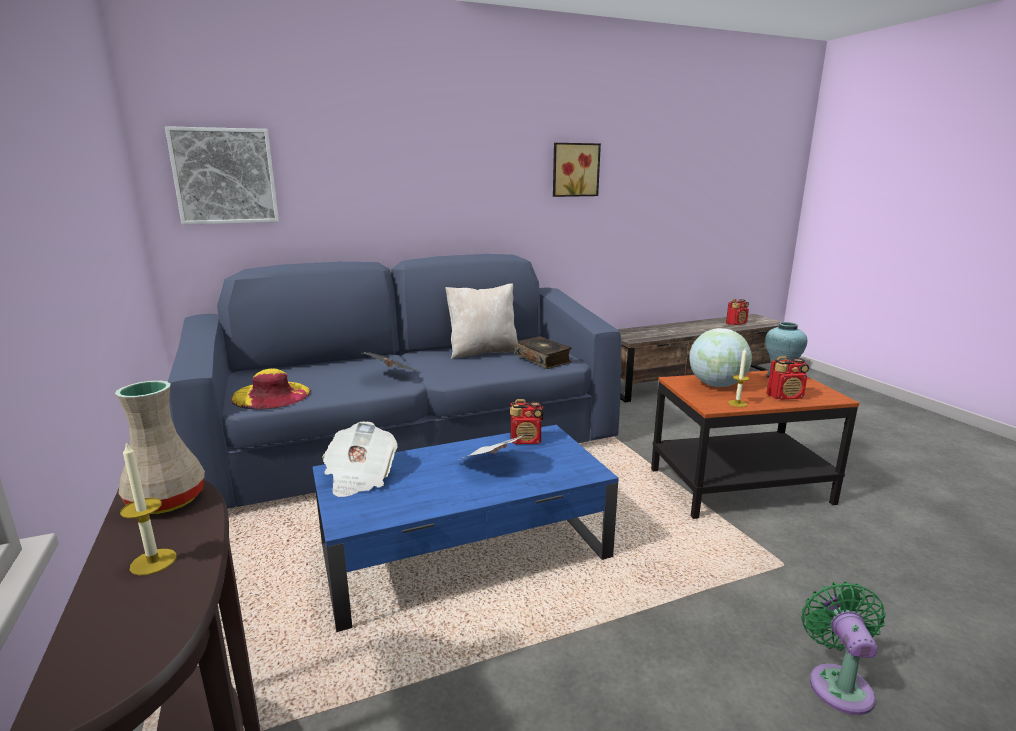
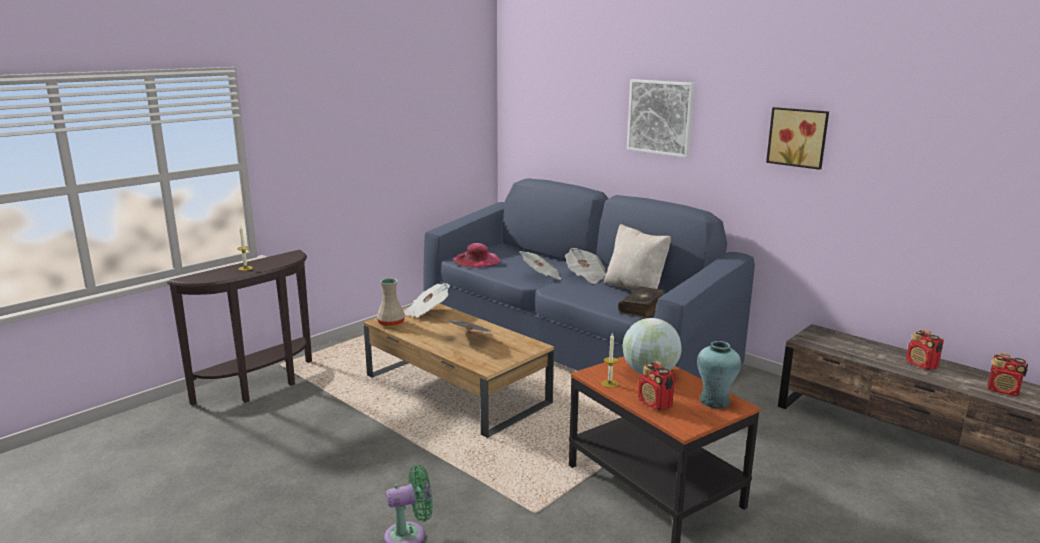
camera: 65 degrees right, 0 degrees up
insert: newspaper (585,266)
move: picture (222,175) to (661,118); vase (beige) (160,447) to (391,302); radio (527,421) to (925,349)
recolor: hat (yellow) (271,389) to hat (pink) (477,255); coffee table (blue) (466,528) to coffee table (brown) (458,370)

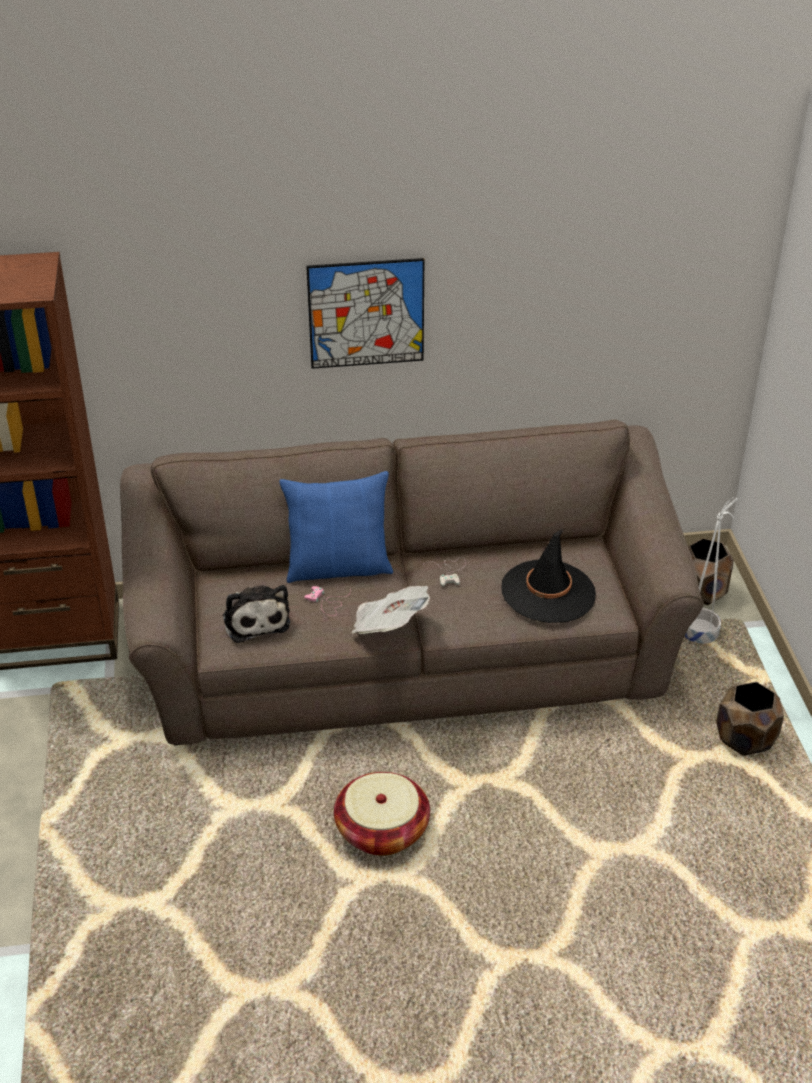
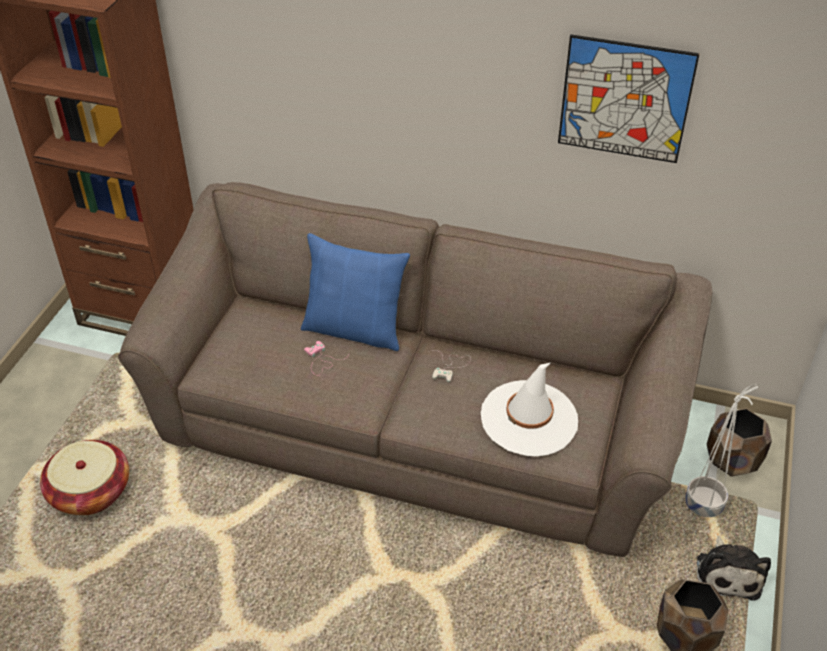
camera: 25 degrees right, 5 degrees up
delete: newspaper (391,610)
move: picture (365,313) to (629,98); plush toy (256,614) to (734,568); basket (382,814) to (84,477)
recolor: hat (black) (549,575) to hat (white) (529,409)

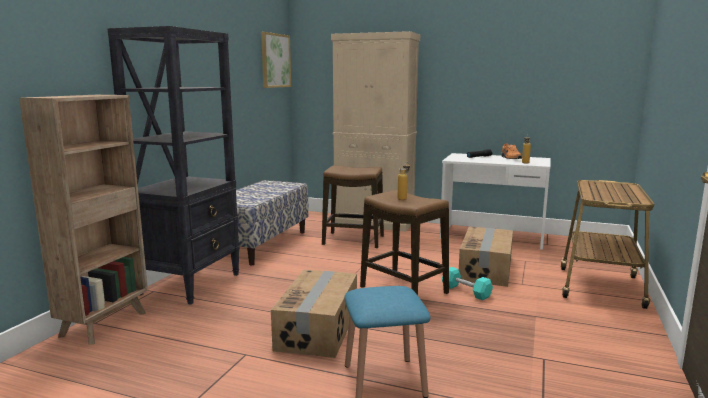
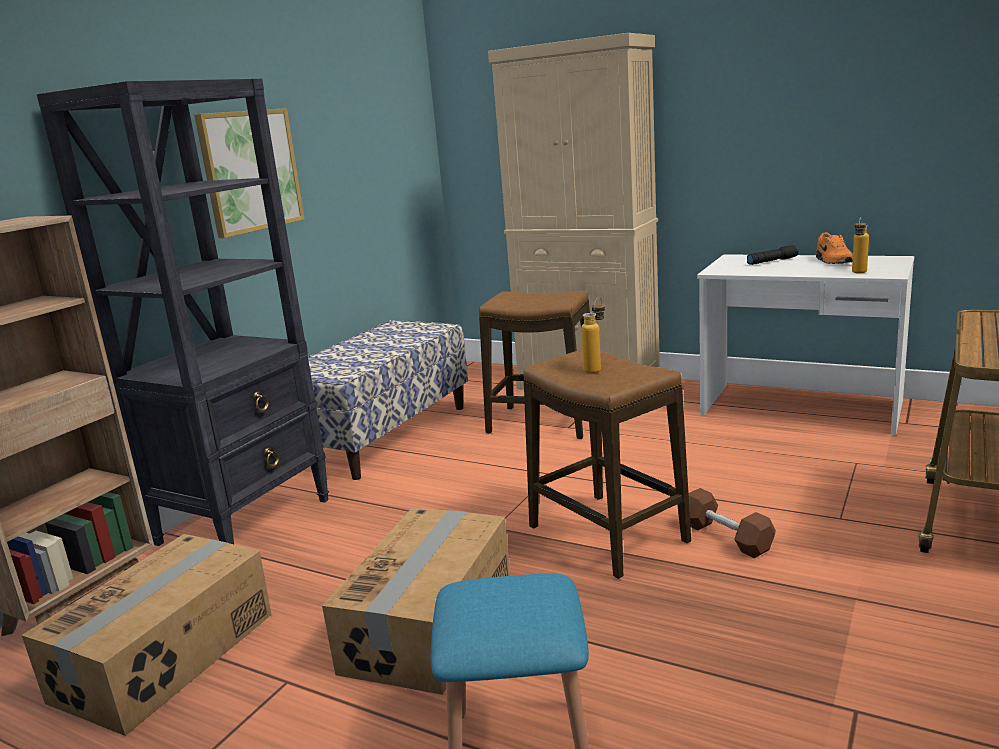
camera: 10 degrees right, 5 degrees up
move: picture (276,60) to (249,173); cardboard box (486,257) to (146,635)
recolor: dumbbell (turquoise) (467,283) to dumbbell (brown) (732,523)

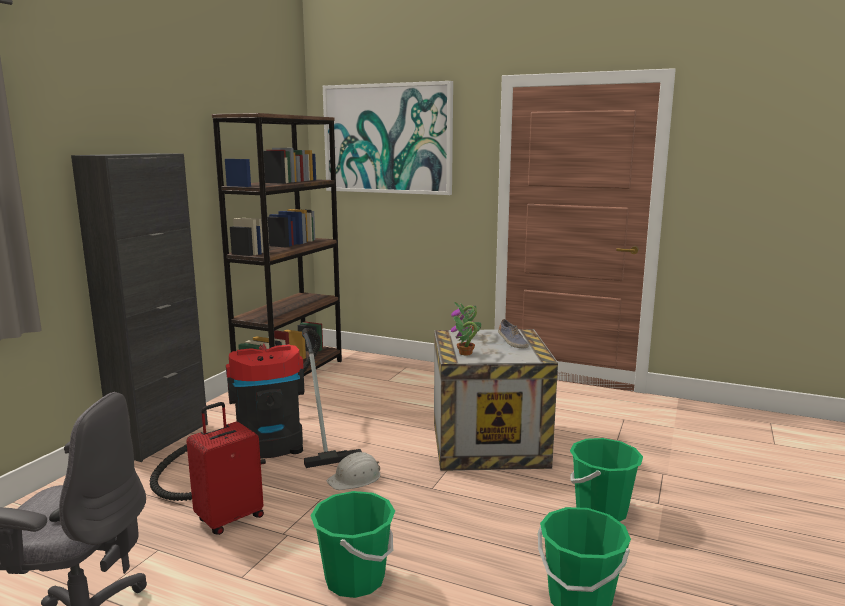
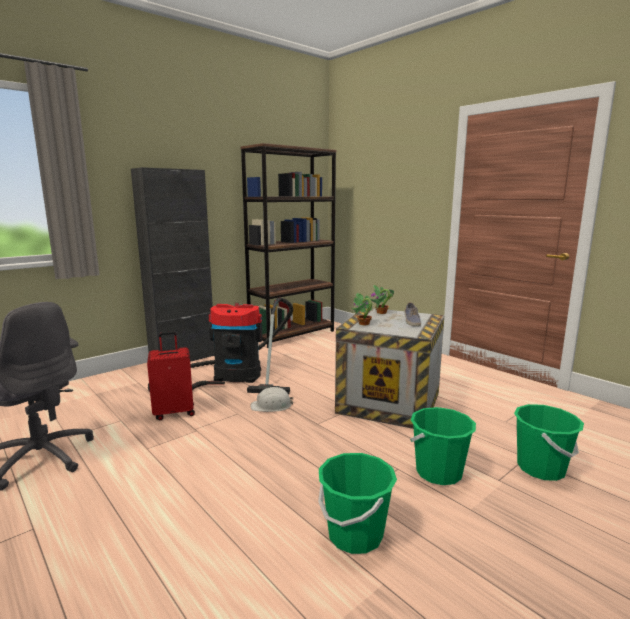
camera: 25 degrees right, 0 degrees up
delete: picture (388,138)
move: bucket (green) (352,544) to (549,442)

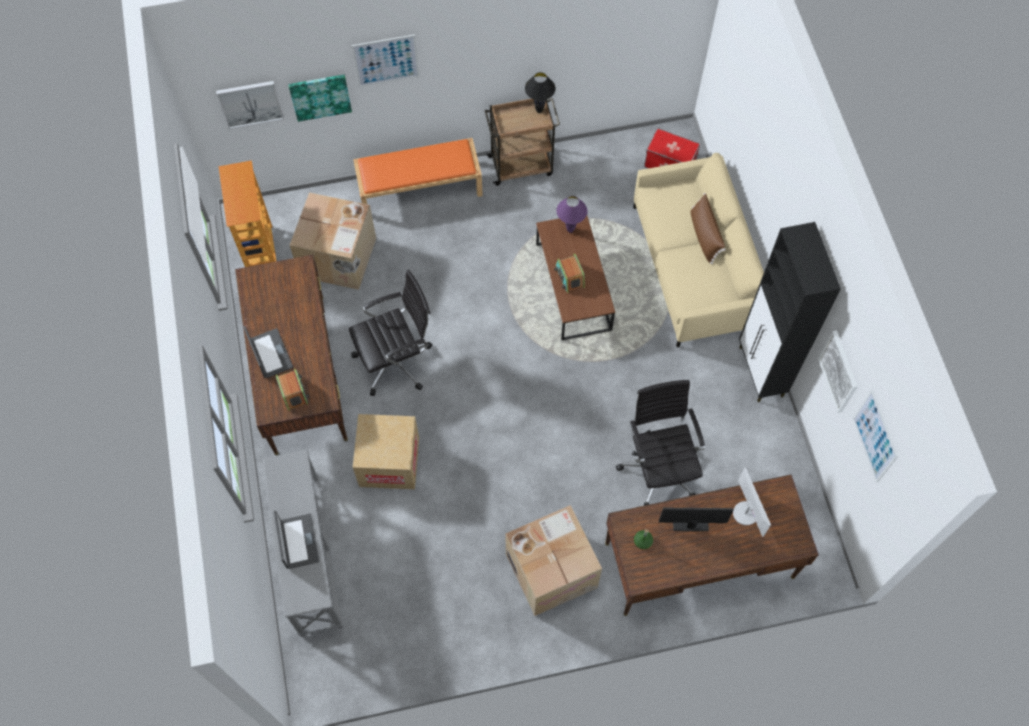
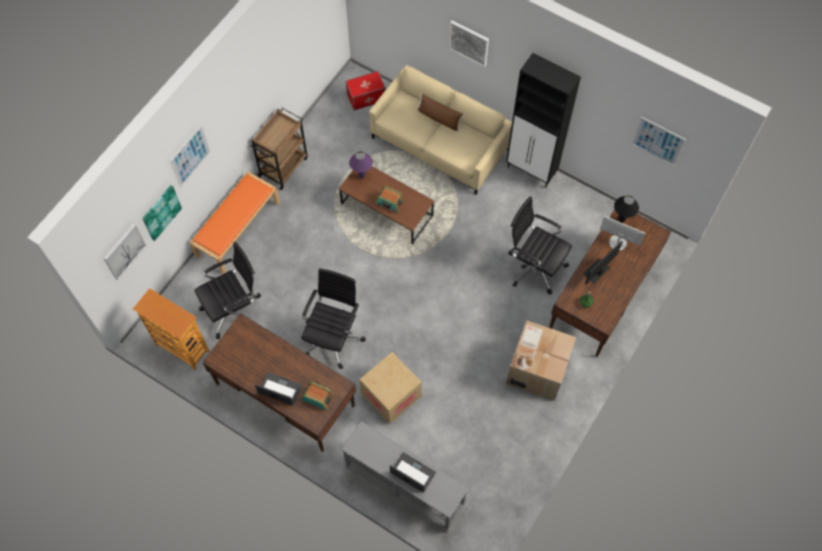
camera: 45 degrees left, 0 degrees up
move: table lamp (black) (540,92) to (626,209); picture (838,371) to (469,43)
replace: cardboard box (333,241) to office chair (black) (228,290)

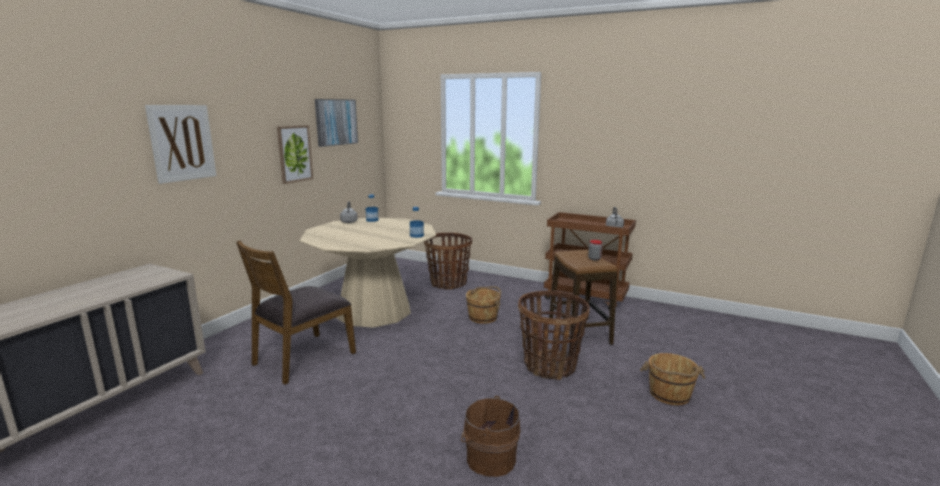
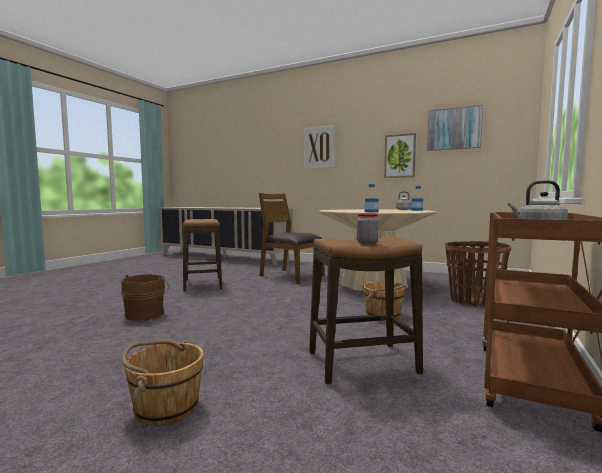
camera: 90 degrees right, 10 degrees down
delete: basket (554,335)
insert: stool (202,255)

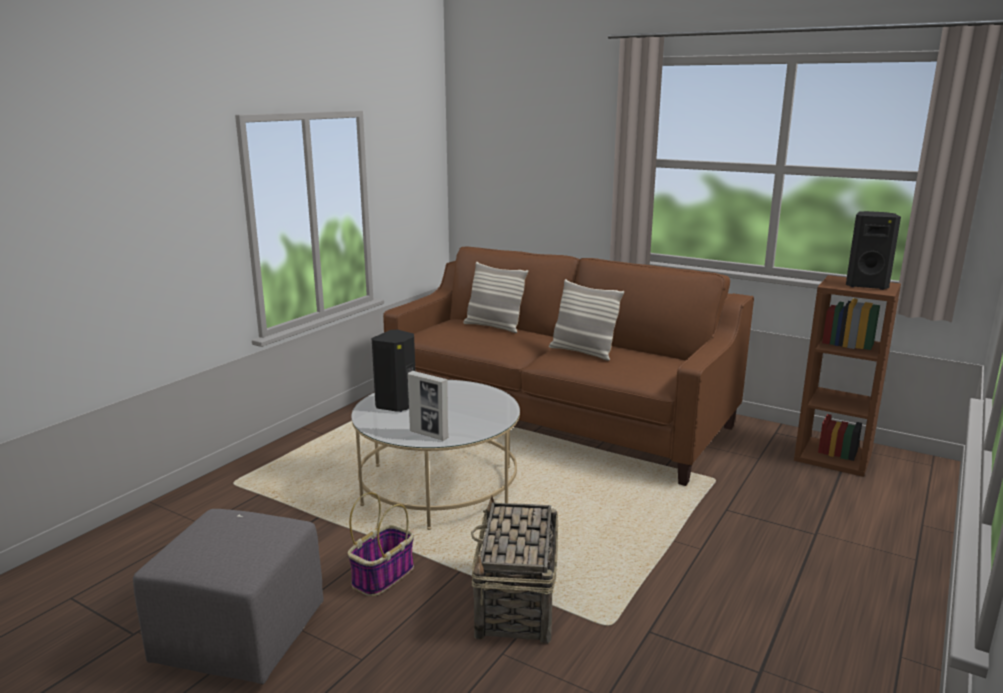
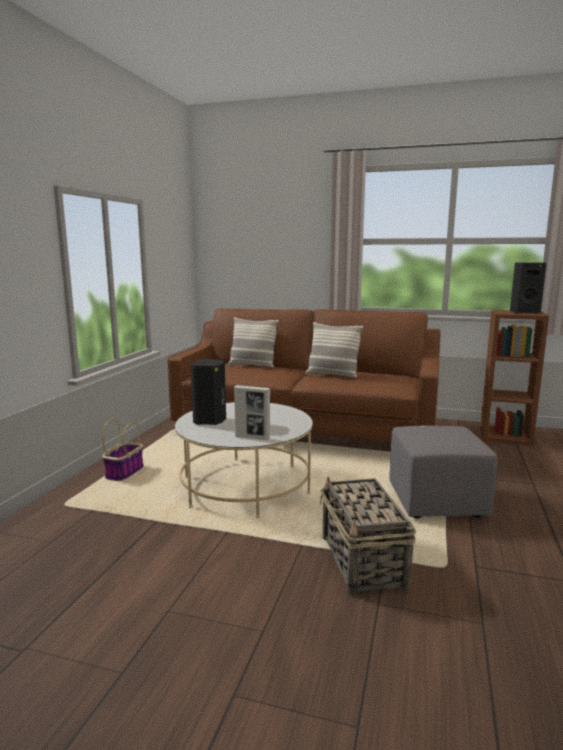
camera: 15 degrees left, 5 degrees down
move: basket (381,544) to (123,450); ottoman (grey) (228,596) to (443,472)

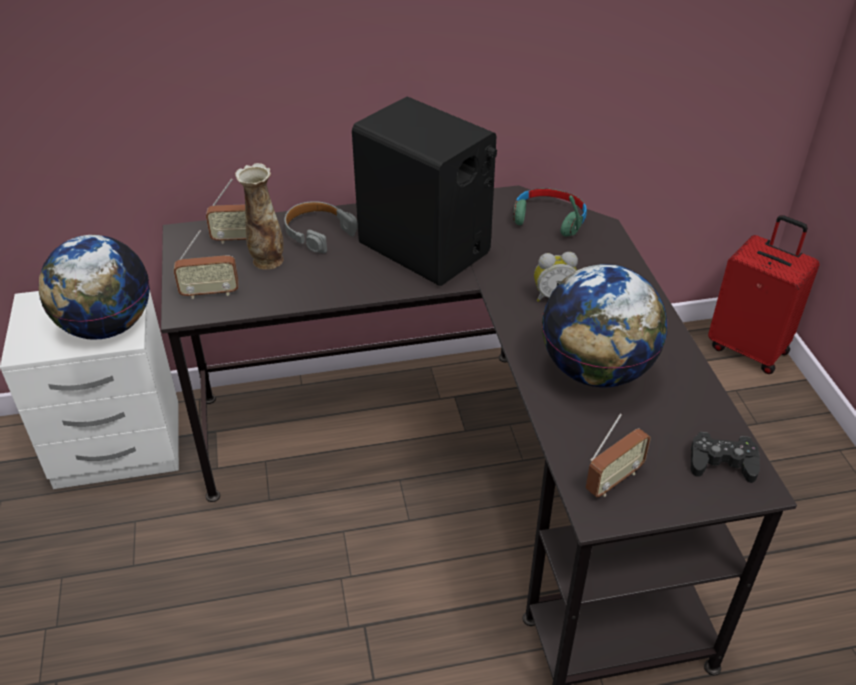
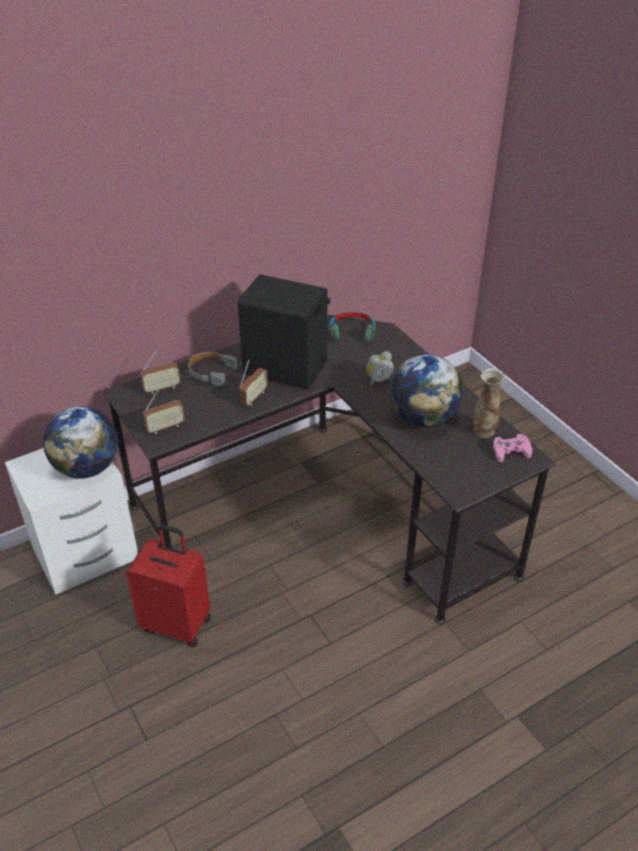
camera: 20 degrees left, 0 degrees up
move: vase (259,216) to (489,403); suitcase (red) (763,294) to (168,585); radio (618,455) to (253,383)
recolor: game controller (black) (725,457) to game controller (pink) (512,448)

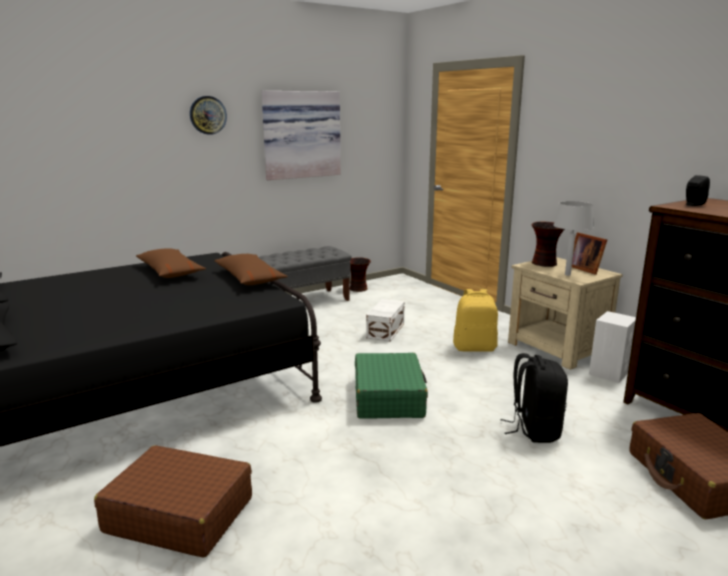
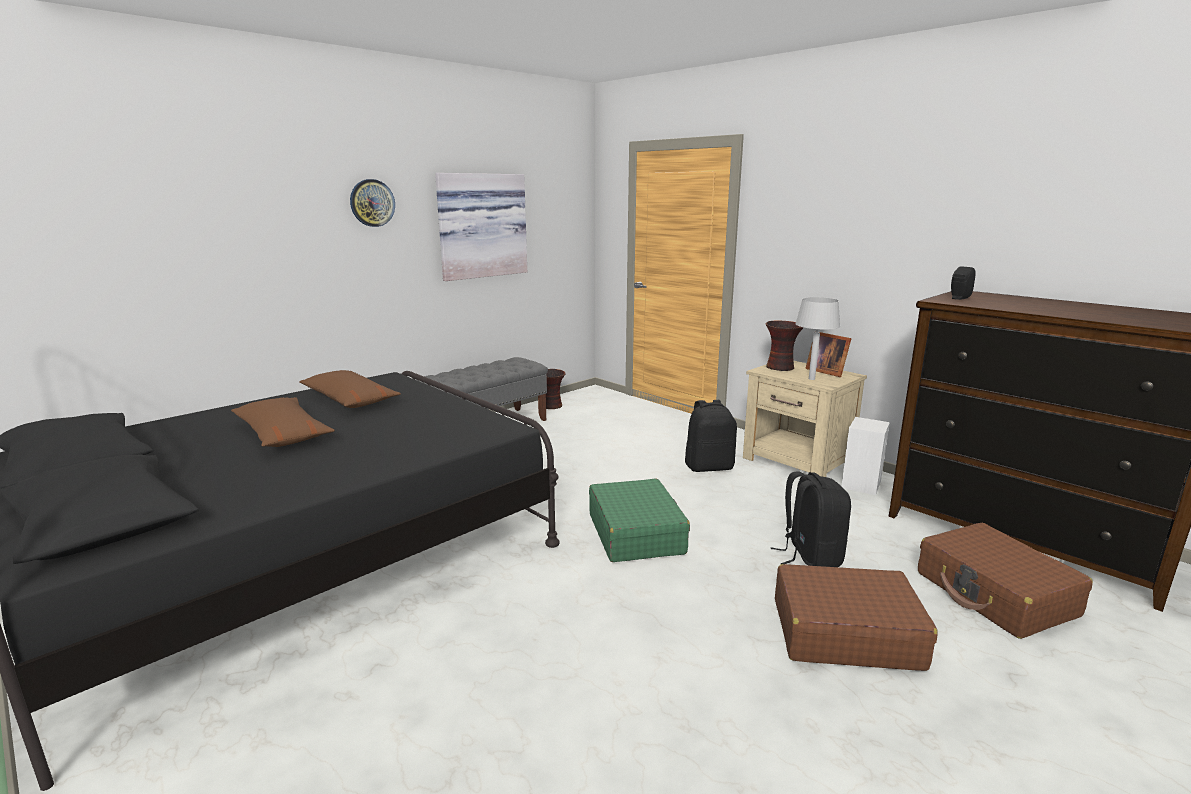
camera: 10 degrees left, 0 degrees up
delete: storage box (white) (385,320)
move: pillow (brown) (251,269) to (283,422); suitcase (brown) (173,501) to (856,617)
recolor: backpack (yellow) (475,320) to backpack (black) (711,436)

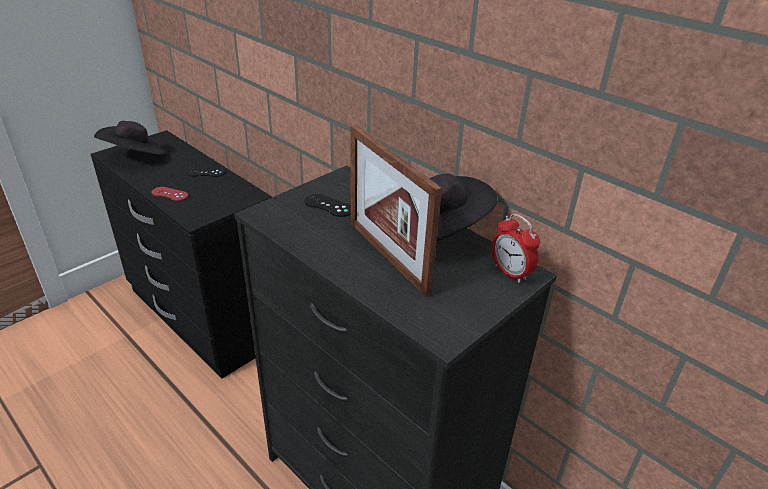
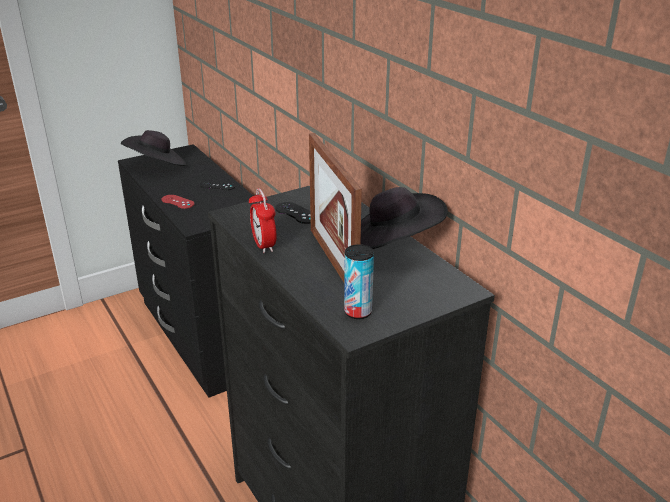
camera: 15 degrees right, 5 degrees down
insert: can (359,281)
move: alarm clock (516,248) to (263,220)

